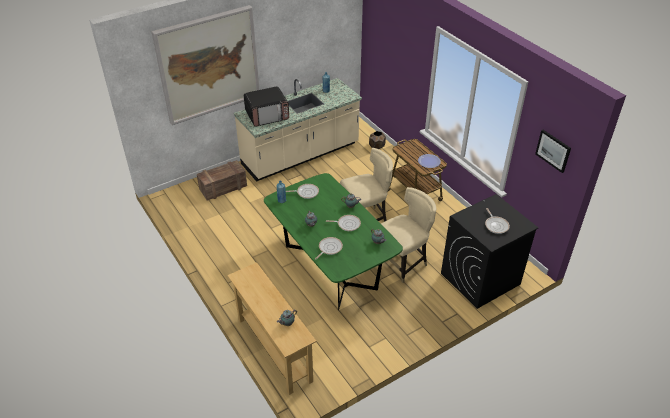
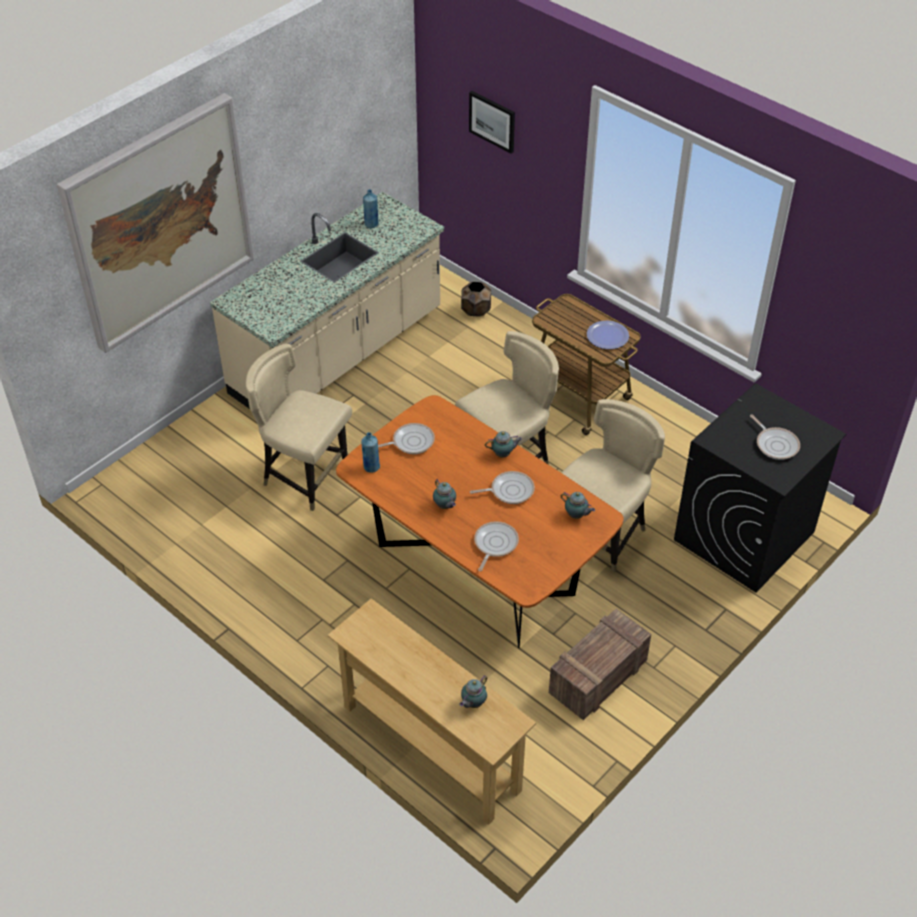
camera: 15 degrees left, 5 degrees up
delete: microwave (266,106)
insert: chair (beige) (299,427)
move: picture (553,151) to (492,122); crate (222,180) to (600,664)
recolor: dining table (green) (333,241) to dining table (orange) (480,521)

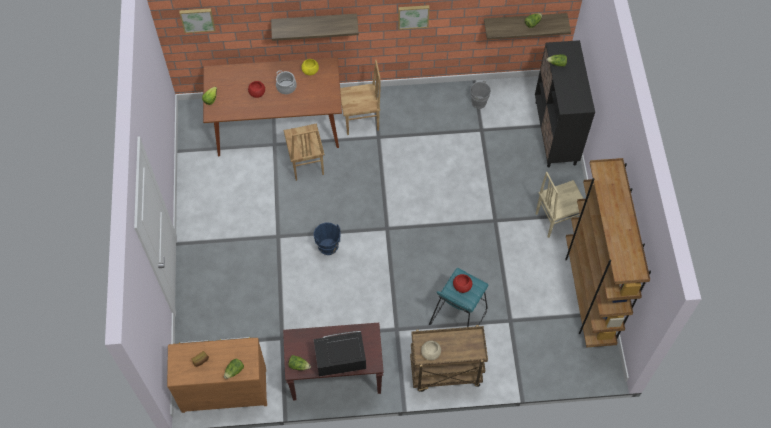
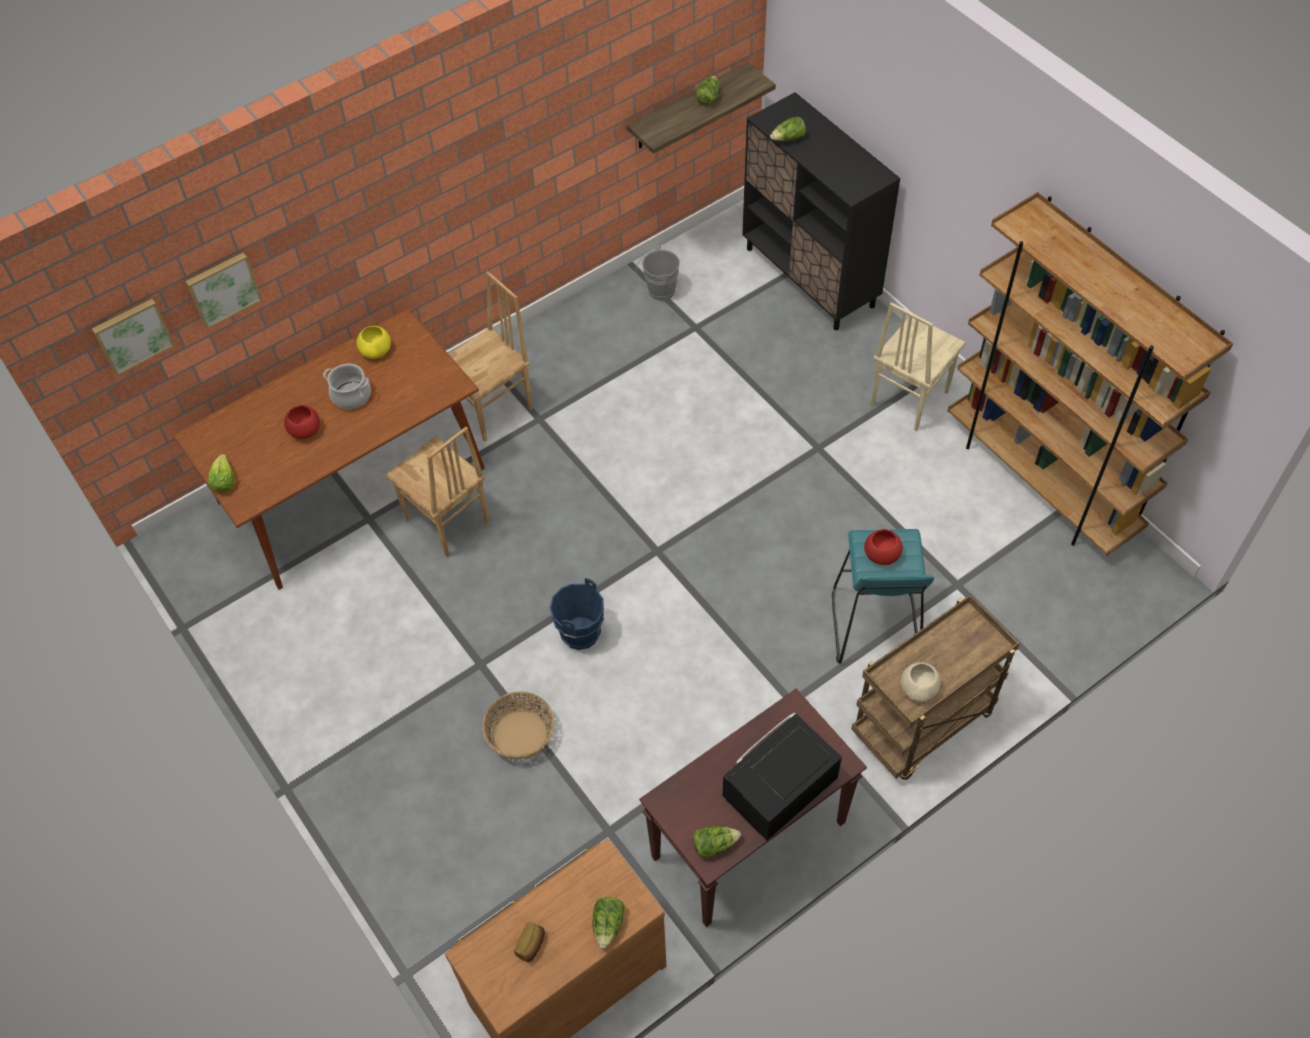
camera: 30 degrees left, 5 degrees down
delete: shelf (315,27)
insert: basket (518,725)
move: picture (414,17) to (224,291)

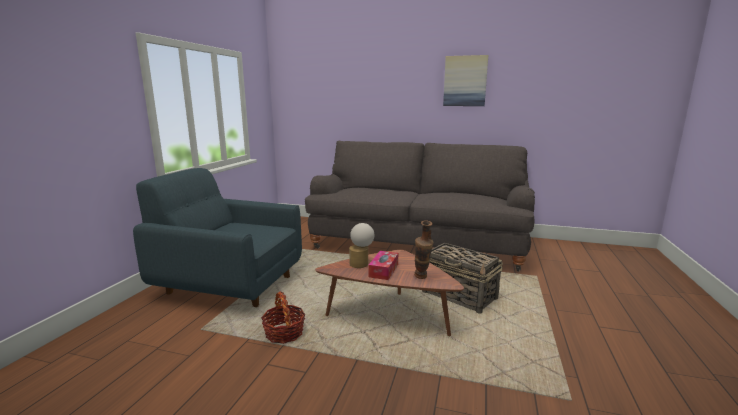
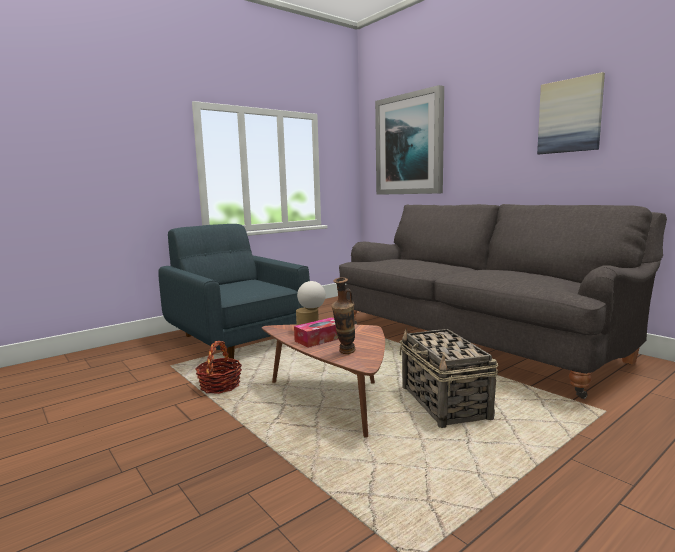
camera: 35 degrees right, 5 degrees down
insert: picture (409,140)

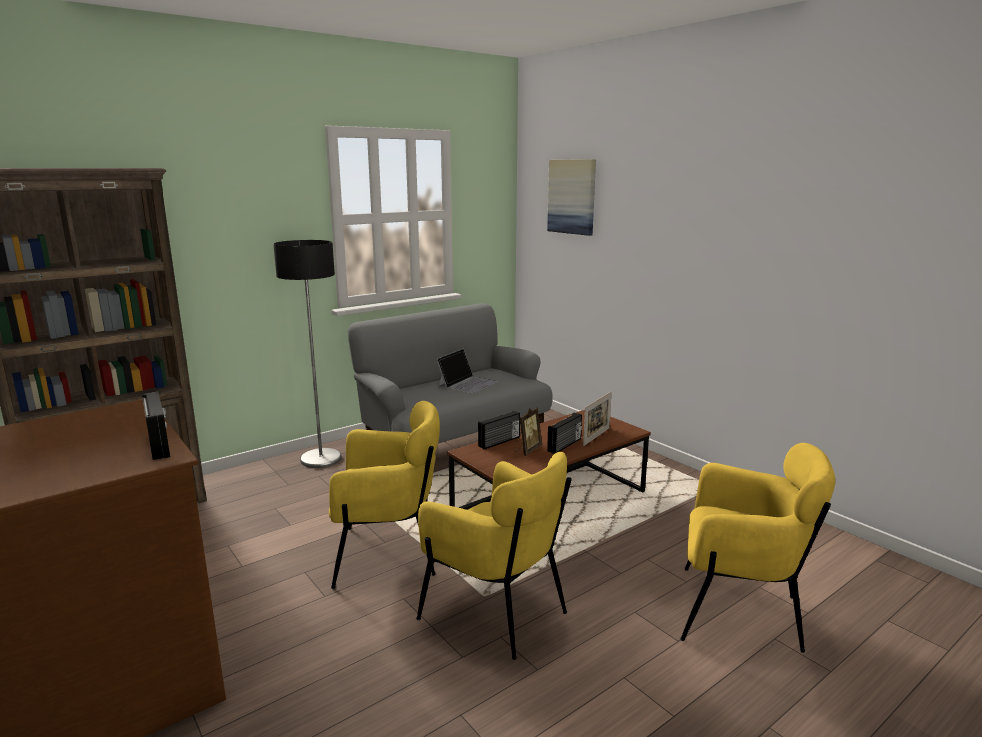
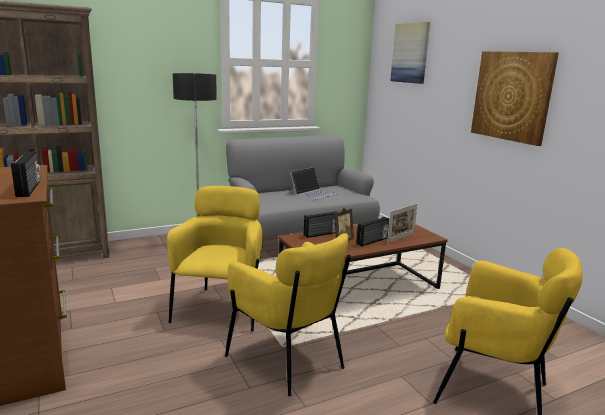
camera: 10 degrees right, 0 degrees up
insert: picture (515,98)
rotate: armchair (yellow) (384,495) = (215,259) 90 degrees counterclockwise

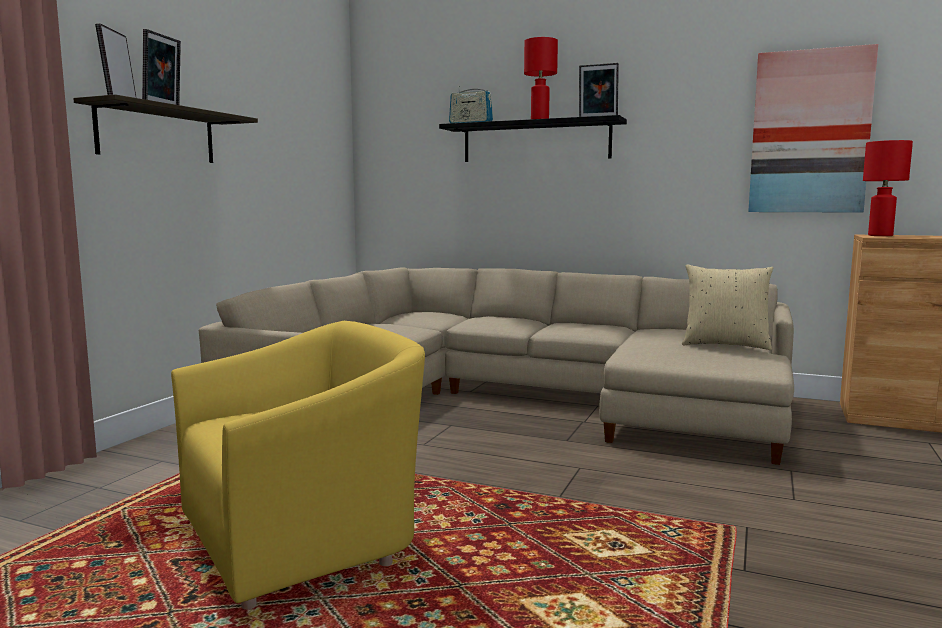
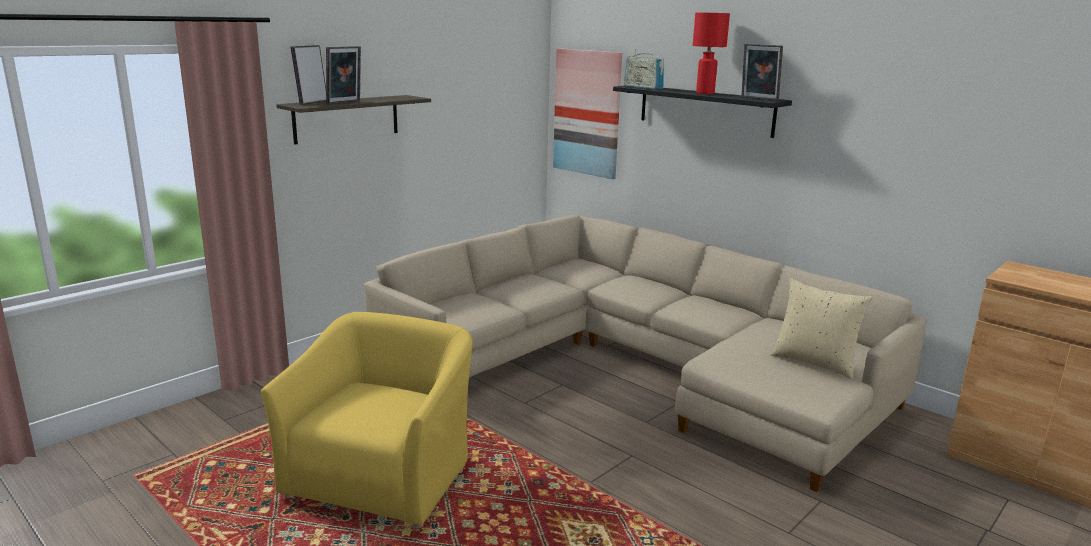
camera: 20 degrees right, 10 degrees up
delete: table lamp (red) (888,188)
move: picture (813,128) to (587,114)
rotate: armchair (yellow) (298,465) = (367,420) 60 degrees counterclockwise

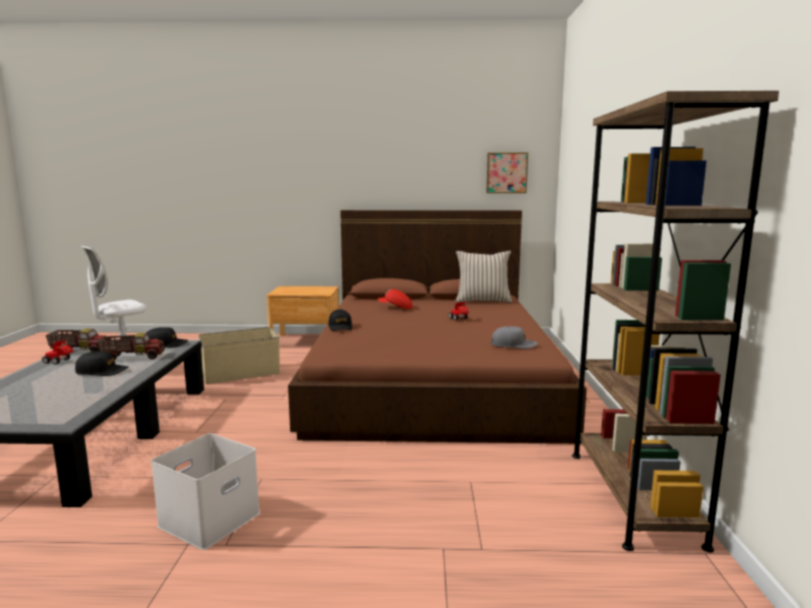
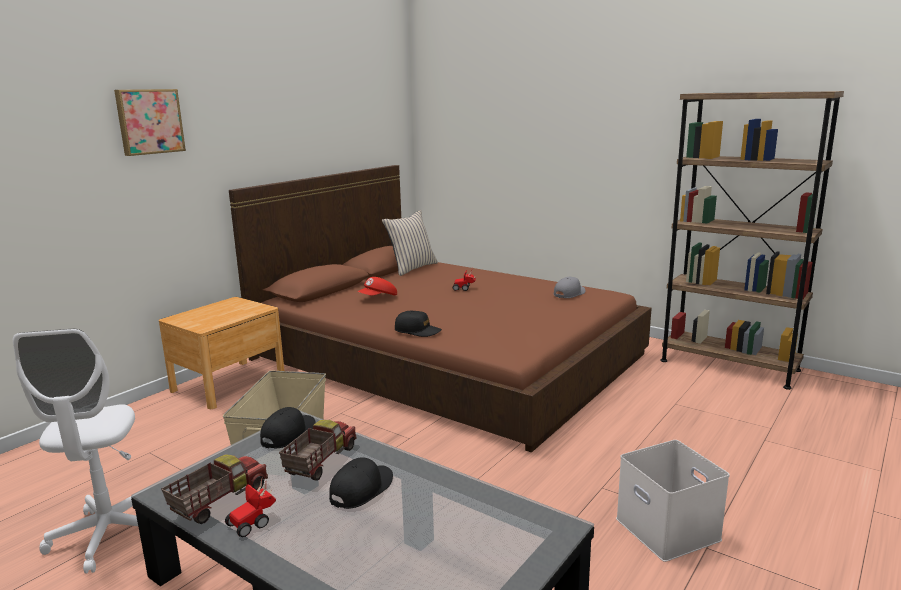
camera: 55 degrees left, 5 degrees up
move: picture (507,172) to (150,122)

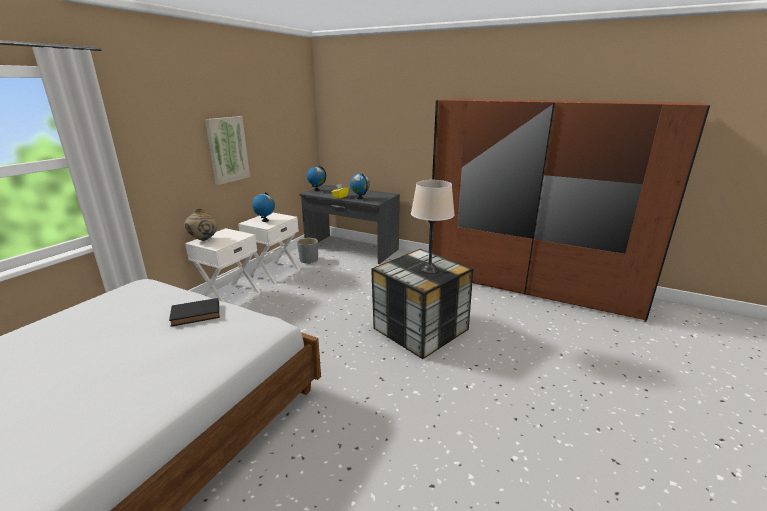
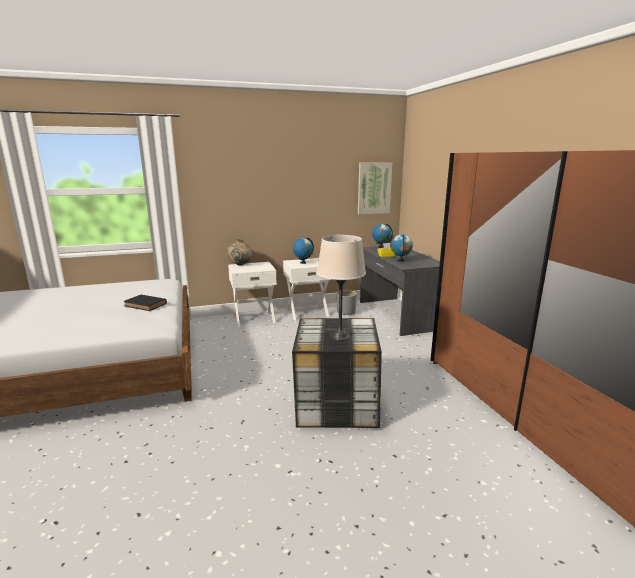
camera: 45 degrees right, 5 degrees down
move: picture (227,150) to (375,188)

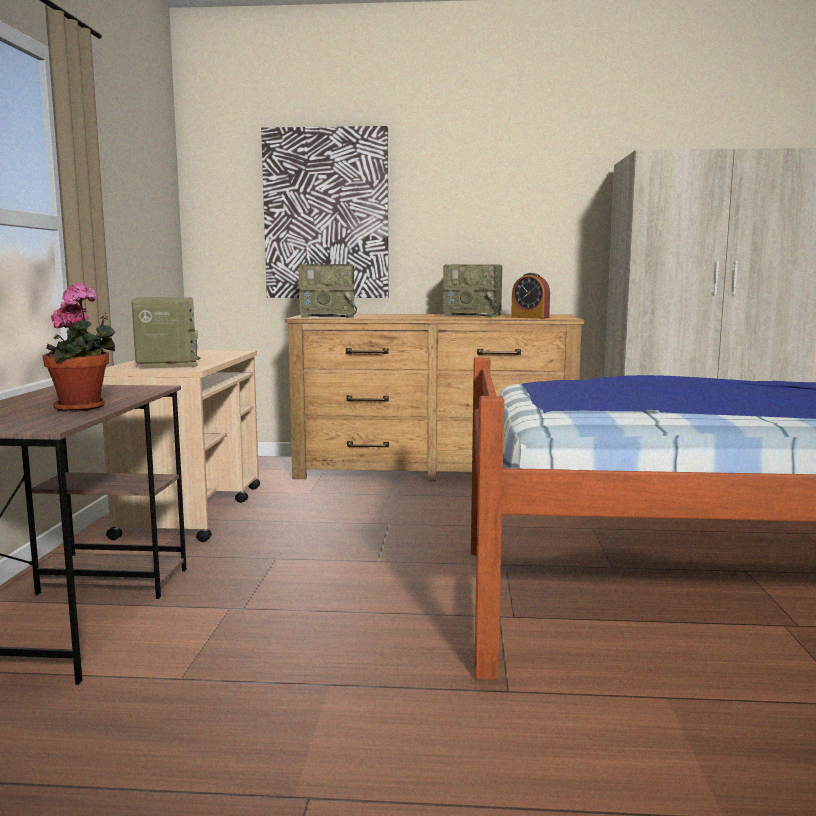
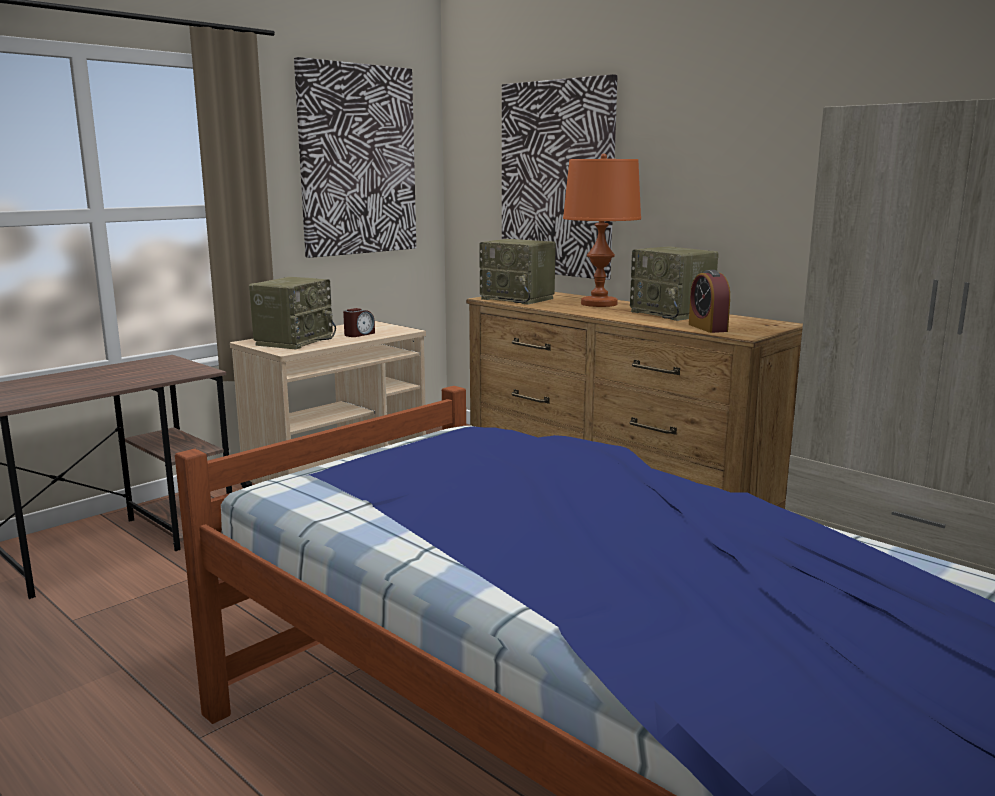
camera: 40 degrees right, 5 degrees up
delete: potted plant (79,347)
insert: picture (355,157); table lamp (orange) (602,230); alarm clock (359,322)

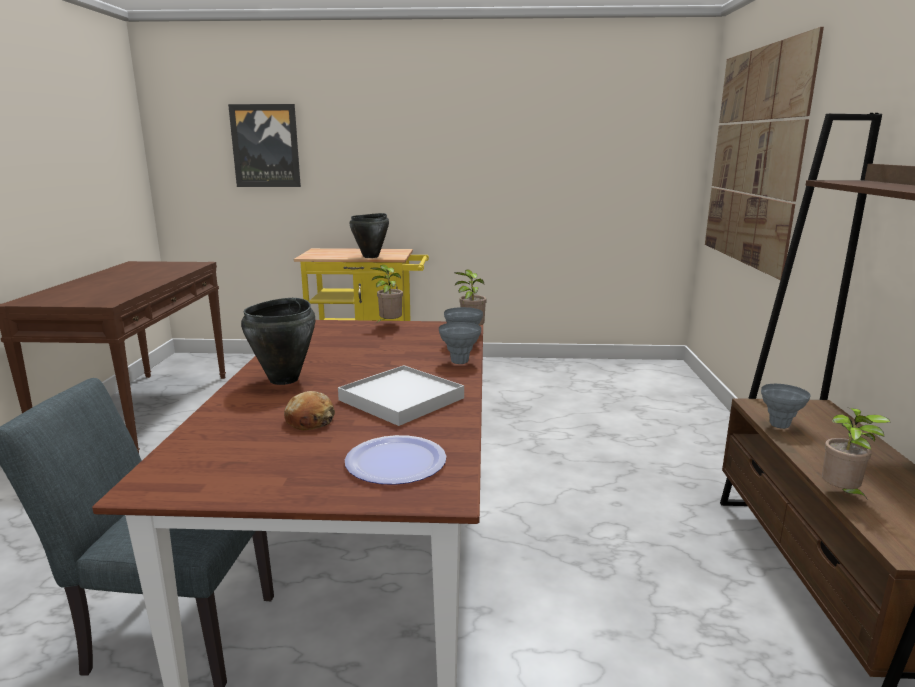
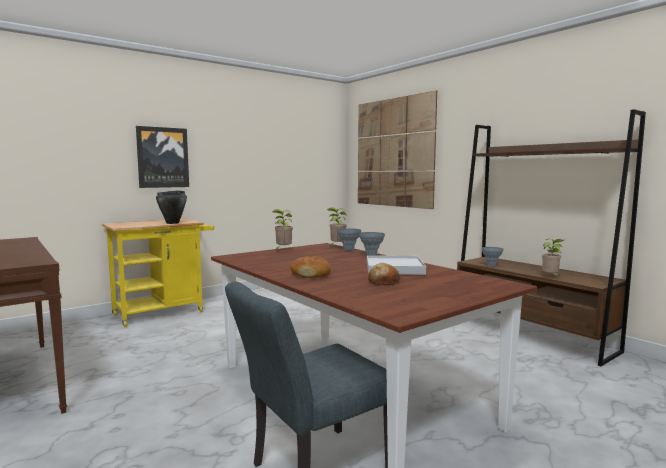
camera: 40 degrees left, 10 degrees down
delete: plate (395,460)
move: picture (264,145) to (162,157)
replace: cooking pot (black) (278,341) to bread (310,267)

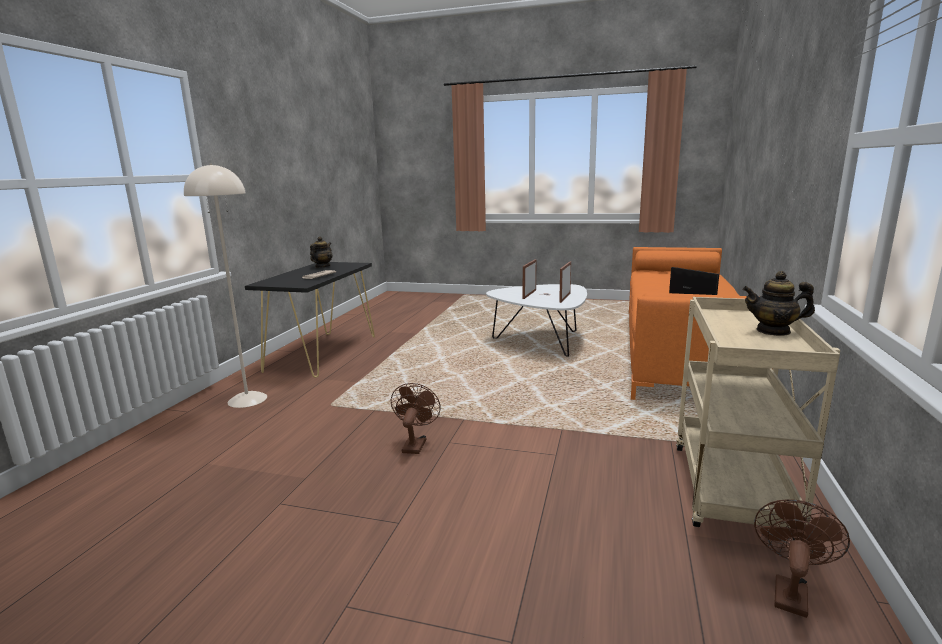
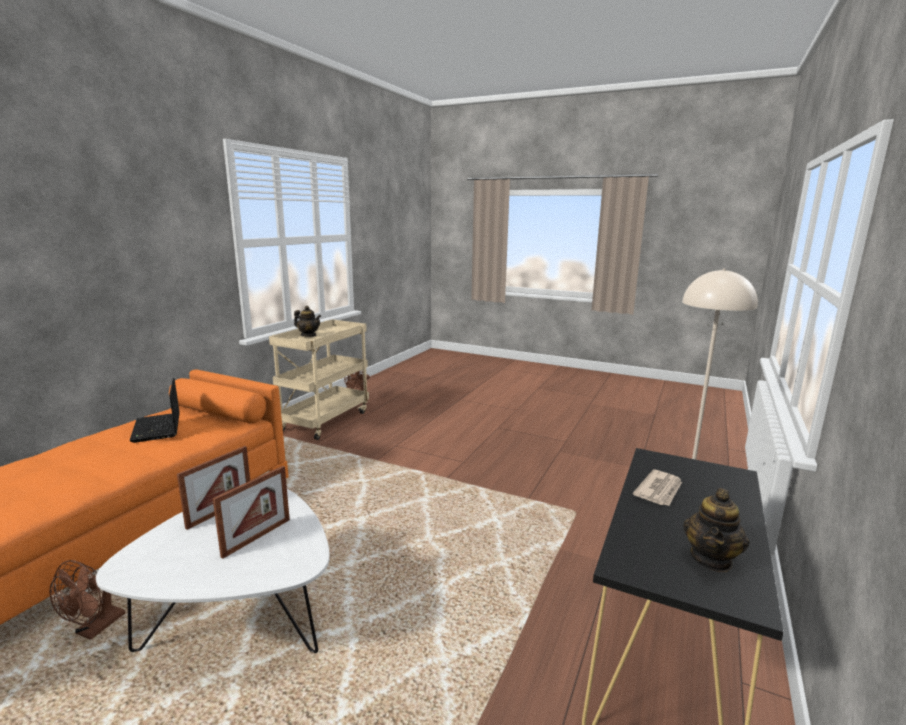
camera: 170 degrees left, 0 degrees up
move: fan (brown) (416,418) to (87,600)

